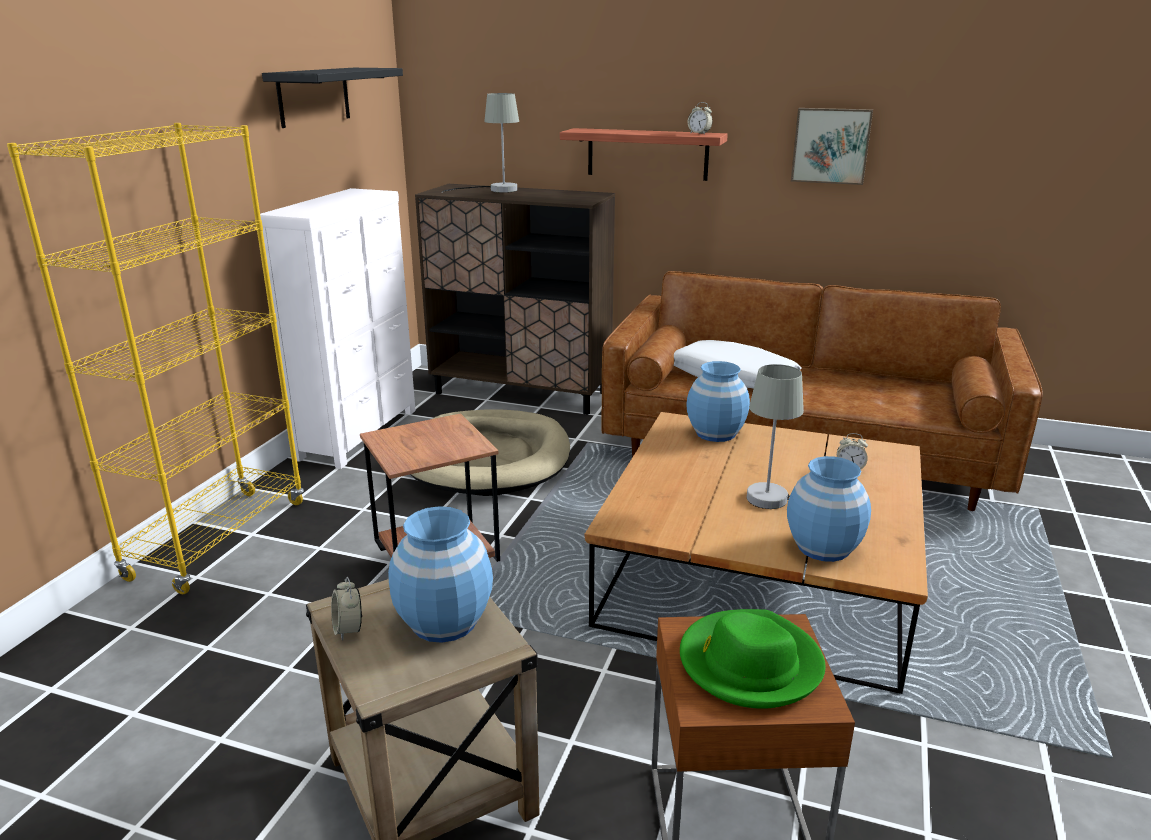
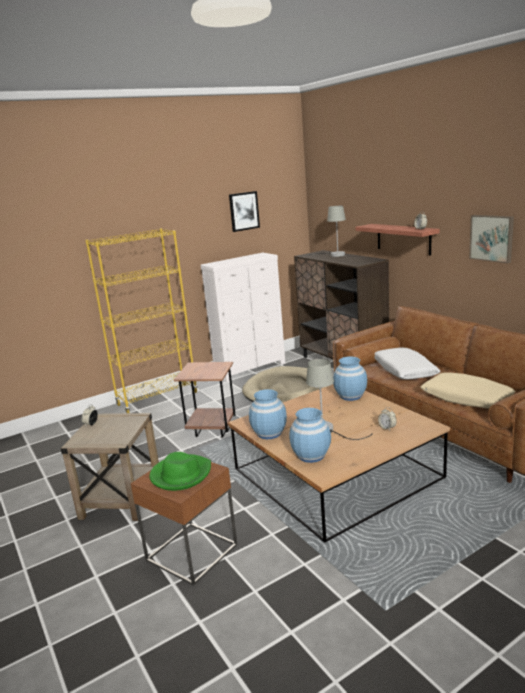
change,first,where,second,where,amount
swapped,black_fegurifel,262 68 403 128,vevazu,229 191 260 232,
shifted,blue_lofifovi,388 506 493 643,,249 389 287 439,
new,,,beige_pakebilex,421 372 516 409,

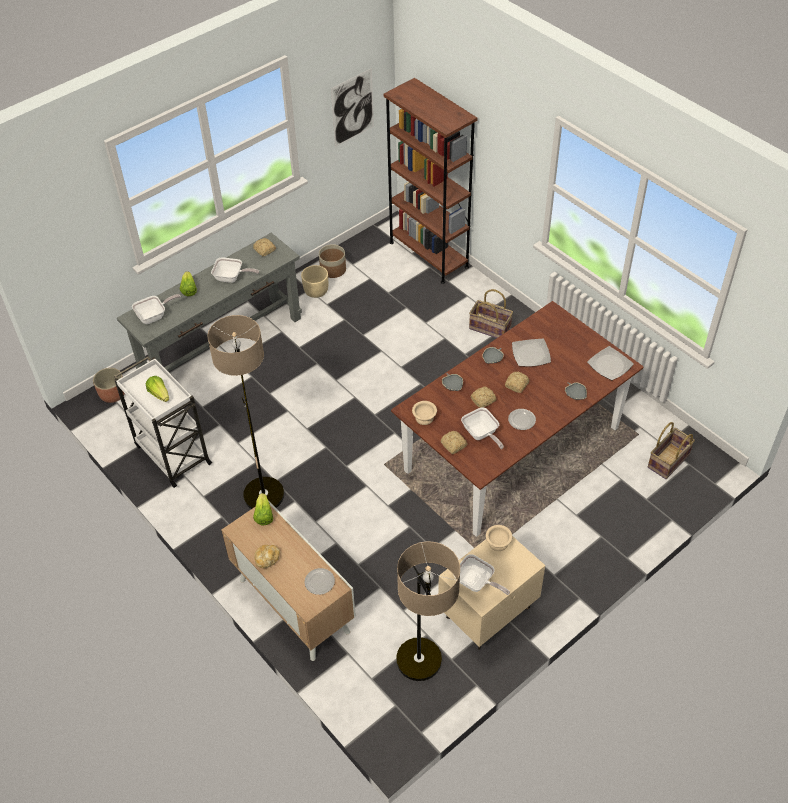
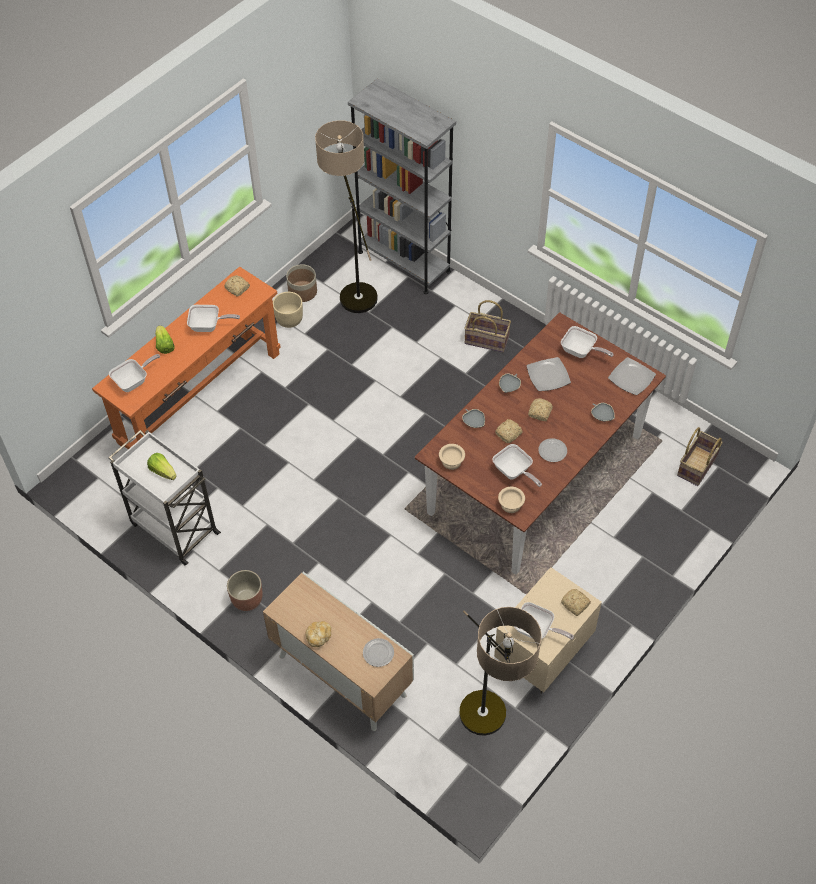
change,first,where,second,where,amount
repainted,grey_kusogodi,117 233 302 372,orange_kusogodi,92 267 281 449,
shifted,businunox,93 368 125 403,,227 570 262 611,
shifted,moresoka,207 315 284 509,,315 120 378 313,
repainted,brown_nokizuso,383 78 477 284,grey_nokizuso,348 78 456 294,
shifted,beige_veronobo,486 525 513 551,,498 487 525 513,
new,,,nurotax,561 326 614 358,
shifted,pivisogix,441 431 468 454,,561 589 591 616,
gone,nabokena,253 493 273 525,,,
gone,vevazu,331 68 374 147,,,

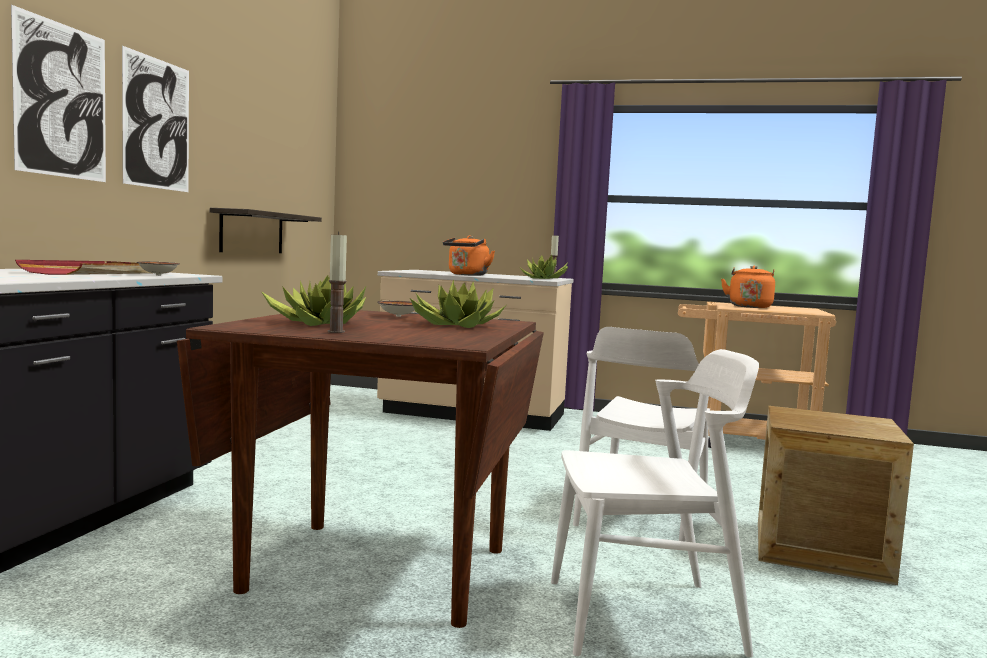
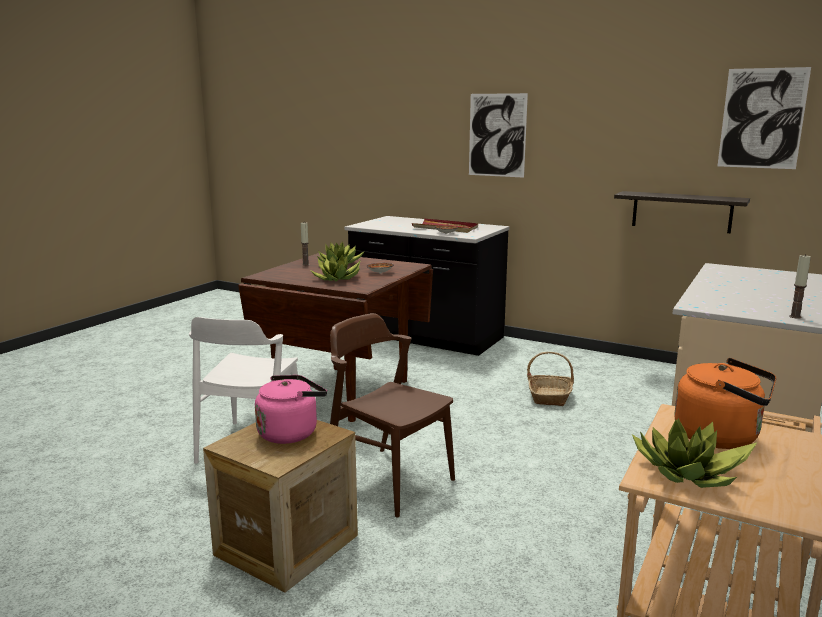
change,first,where,second,where,amount
new,,,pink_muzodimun,255 375 327 444,
repainted,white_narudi,573 327 710 542,brown_narudi,330 313 455 517,
new,,,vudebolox,527 352 574 406,
shifted,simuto,520 255 568 279,,632 418 757 488,
shifted,vevazu,122 45 189 192,,717 67 811 169,
gone,orange_muzodimun,443 235 495 276,,,

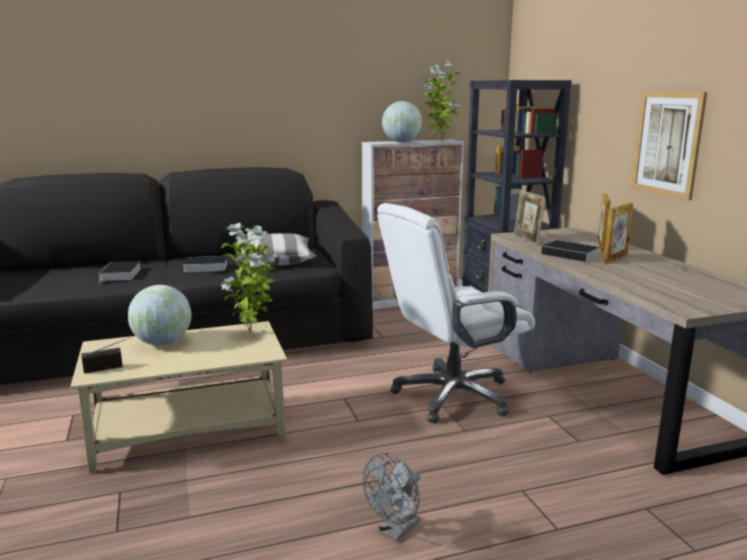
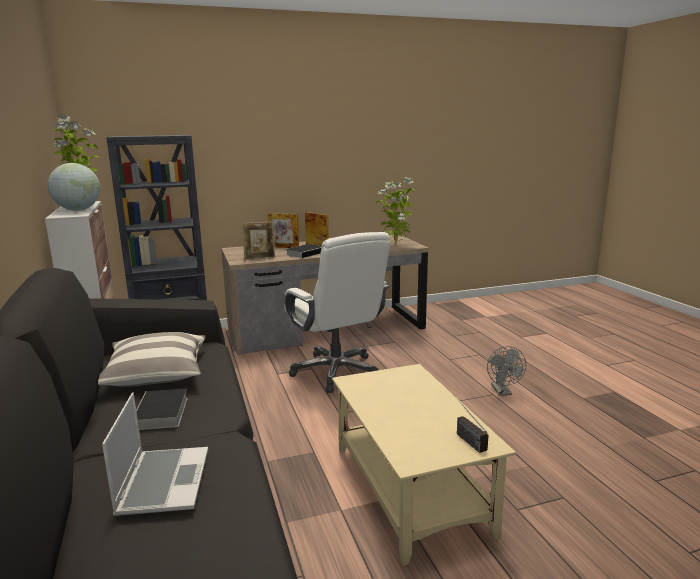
change,first,where,second,where,amount
swapped,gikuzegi,98 261 141 283,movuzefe,102 392 208 516,
shifted,simuto,221 223 278 333,,376 177 415 247,
rotated,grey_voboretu,363 453 420 542,,487 346 526 396,45 degrees clockwise
gone,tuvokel,128 285 191 346,,,
gone,vevazu,631 91 707 200,,,

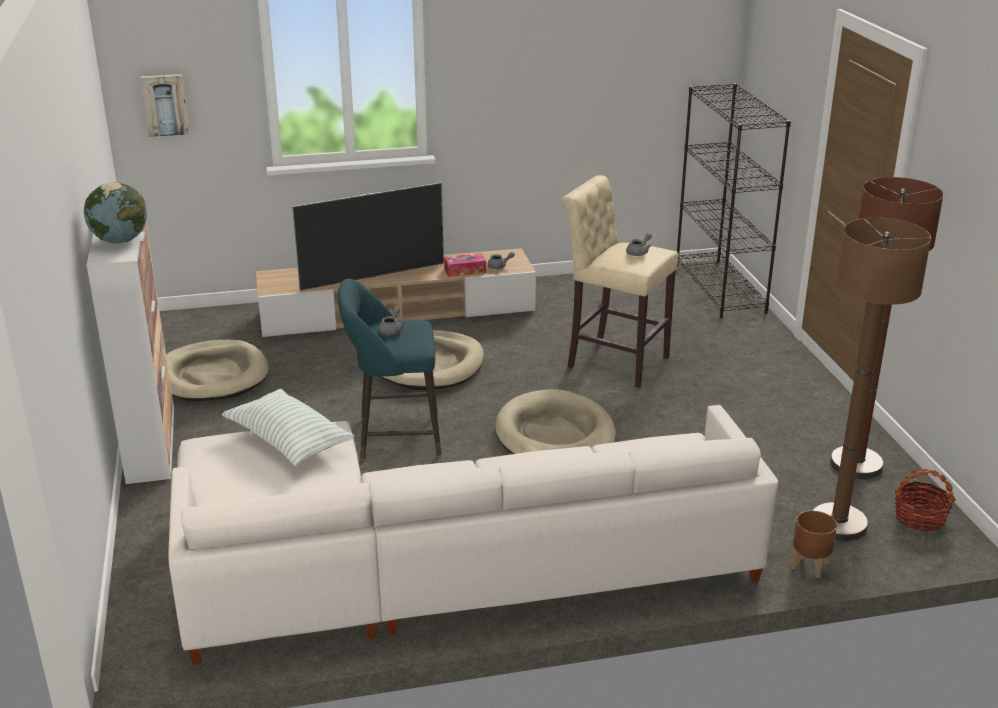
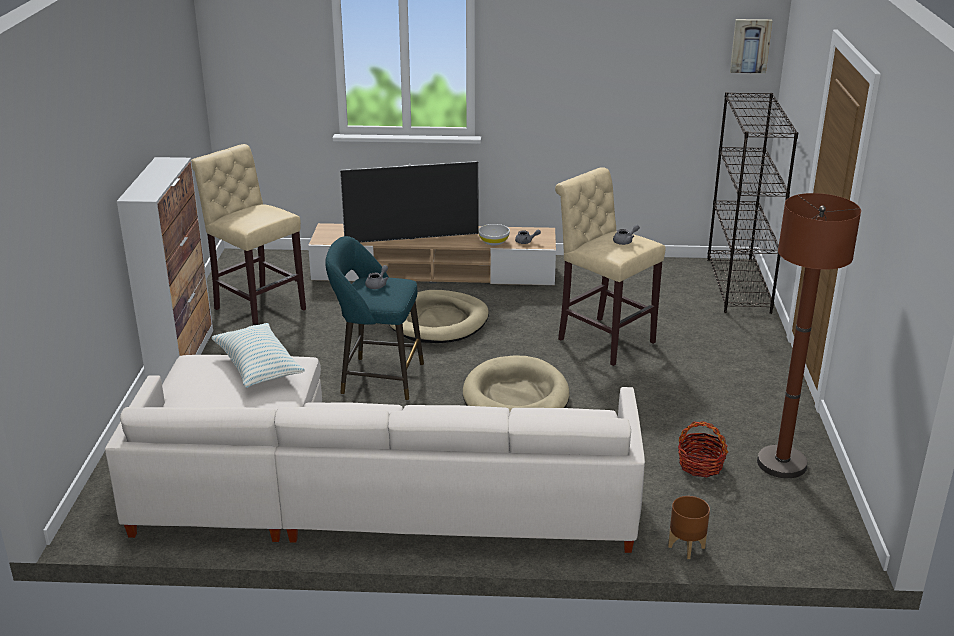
change,first,where,second,where,amount
swapped,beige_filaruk,166 340 269 401,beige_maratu,191 144 306 325,
swapped,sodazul,444 253 486 277,white_veronobo,478 224 510 246,
shifted,vudebolox,895 469 956 531,,678 421 728 477,
shifted,vevazu,140 74 190 137,,730 19 772 73,
gone,tuvokel,84 183 147 243,,,
gone,brown_moresoka,813 218 931 541,,,

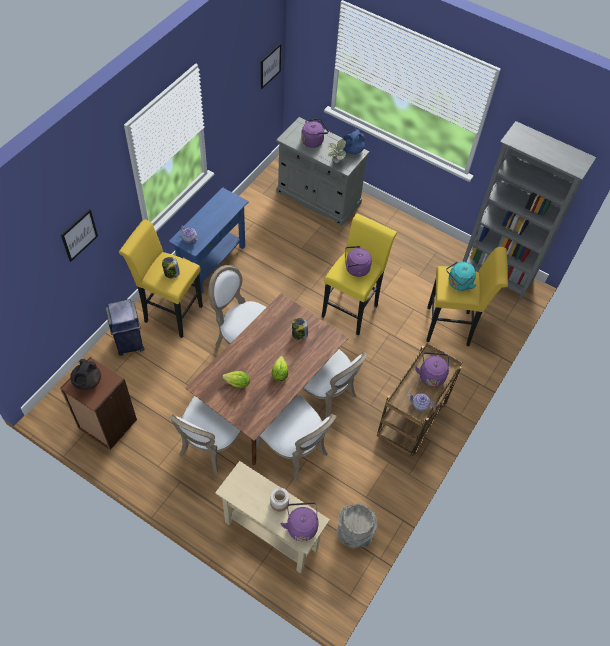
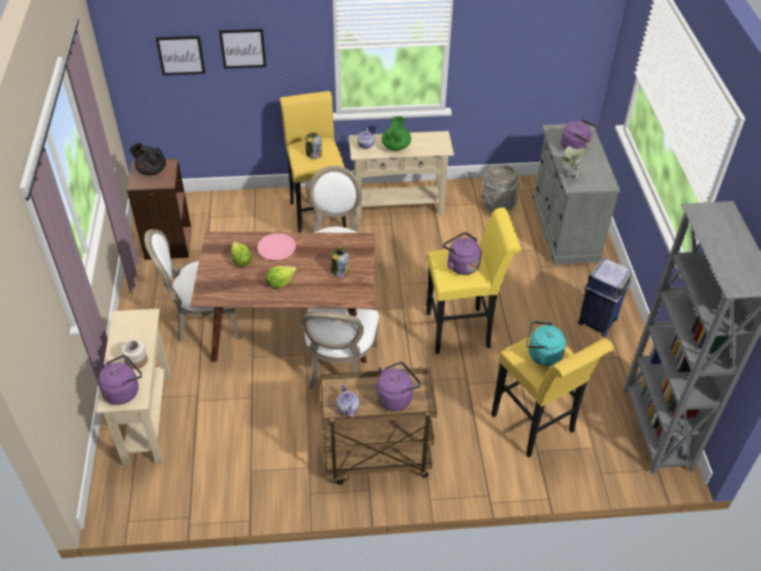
change,first,where,second,where,amount
rotated,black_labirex,70 359 101 390,,129 143 166 175,45 degrees clockwise
shifted,vevazu,261 43 281 89,,156 36 205 75,
new,,,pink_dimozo,257 233 296 260,
repainted,blue_kusogodi,169 187 249 294,beige_kusogodi,349 131 454 219,
new,,,green_labirex,382 116 411 151,
shifted,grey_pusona,337 503 378 549,,481 163 520 212,
shifted,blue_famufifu,105 299 144 356,,578 258 632 337,
gone,white_narudi,256 395 337 481,,,
gone,blue_labirex,343 129 365 154,,,

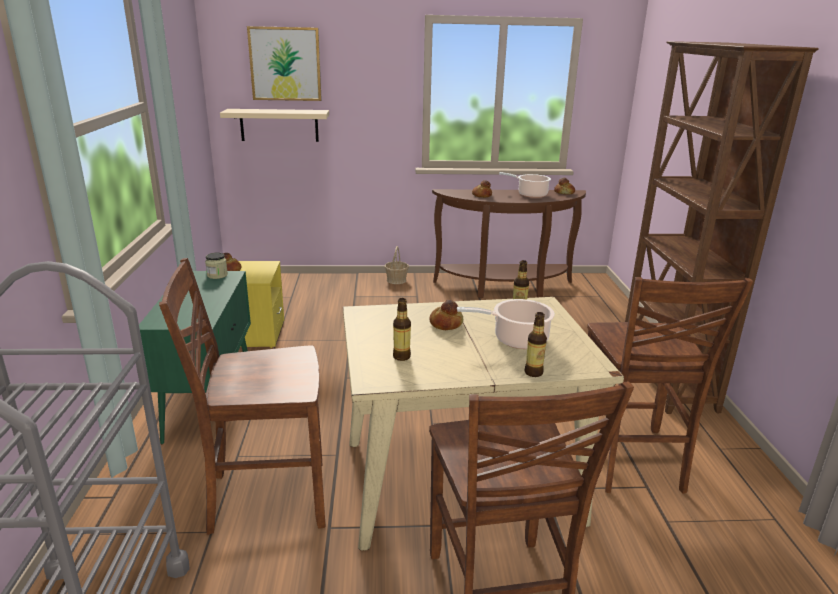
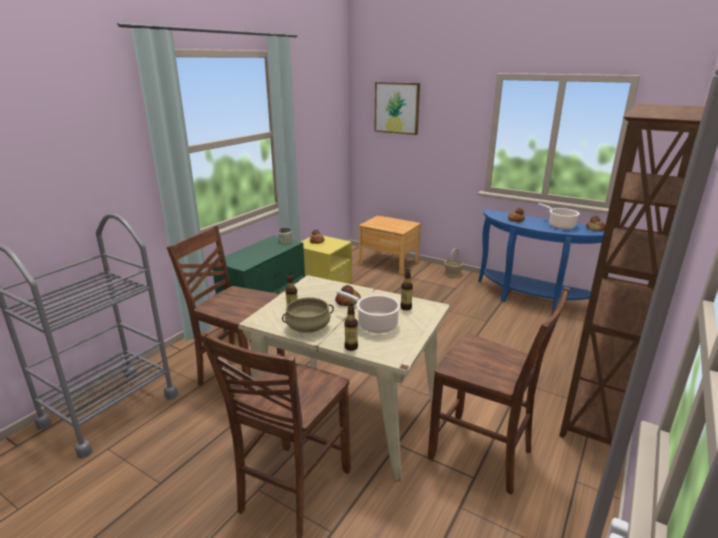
change,first,where,second,where,amount
new,,,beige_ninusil,282 297 334 333,
new,,,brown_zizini,359 215 421 275,
rotated,brown_narudi,587 277 753 494,,428 287 570 495,90 degrees counterclockwise
repainted,brown_kusogodi,432 189 586 298,blue_kusogodi,478 209 604 313,
gone,beige_fegurifel,220 109 329 142,,,

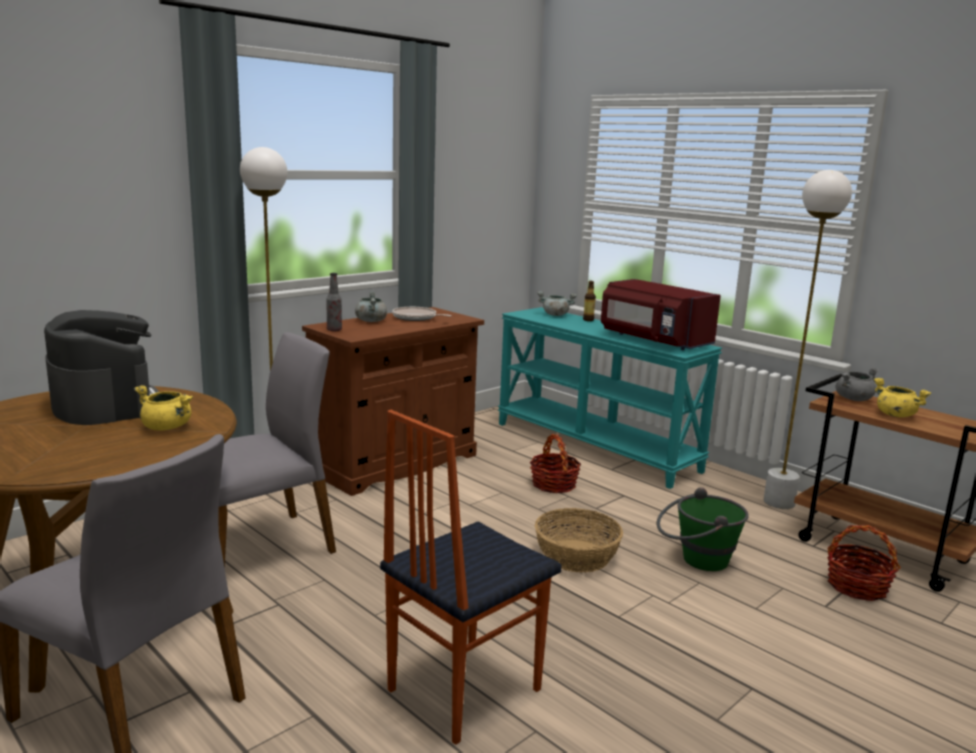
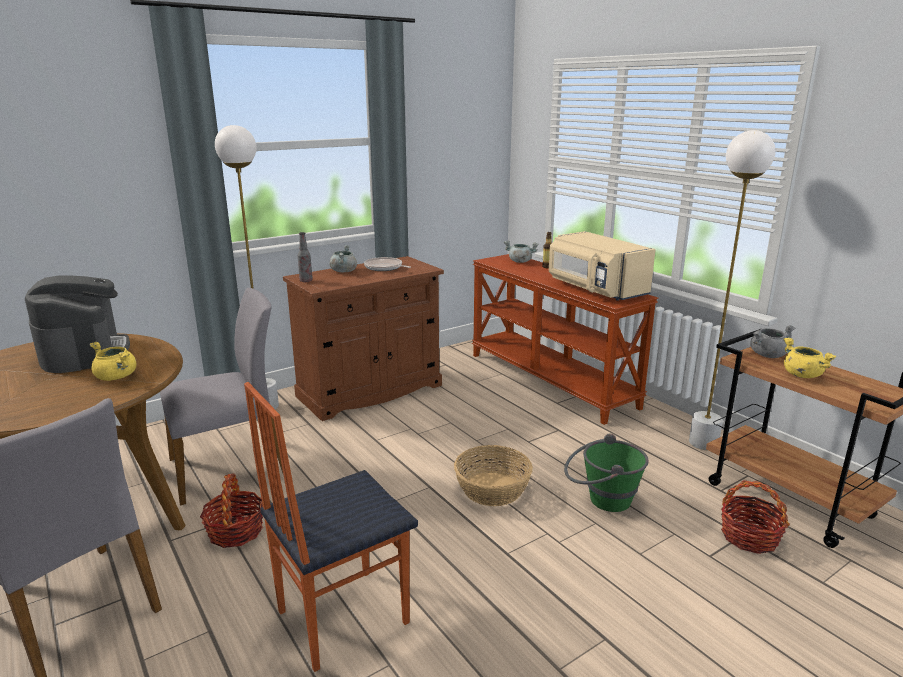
change,first,where,second,where,amount
shifted,vudebolox,530 434 581 493,,200 473 263 548,
repainted,turquoise_kusogodi,498 307 722 489,brown_kusogodi,472 254 658 425,
repainted,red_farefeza,601 279 721 350,beige_farefeza,549 231 656 301,

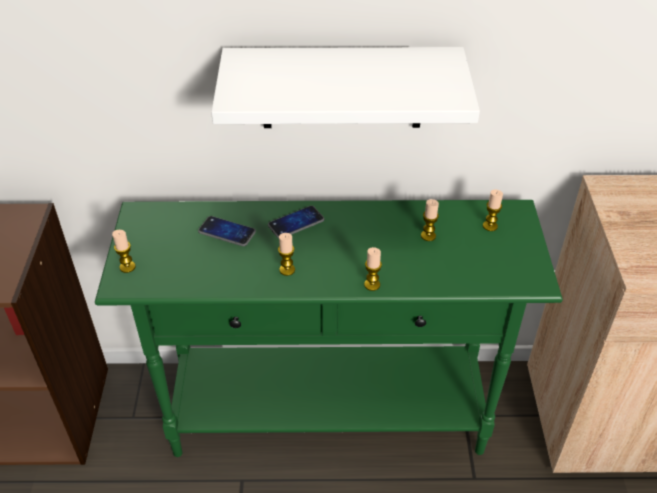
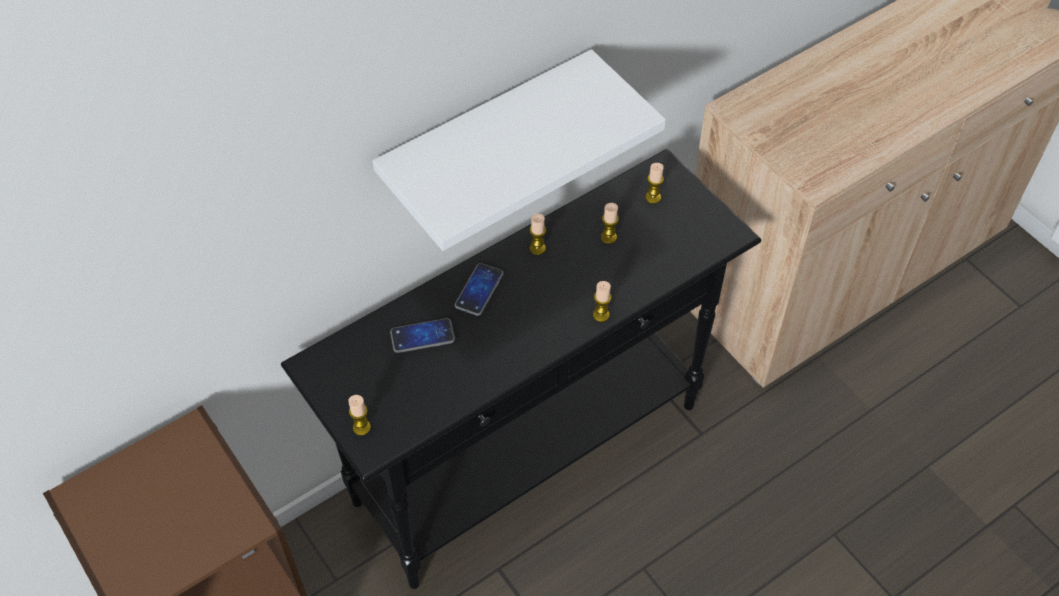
change,first,where,second,where,amount
repainted,green_kusogodi,95 200 563 457,black_kusogodi,281 149 761 589,
shifted,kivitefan,278 233 295 276,,529 214 546 255,

